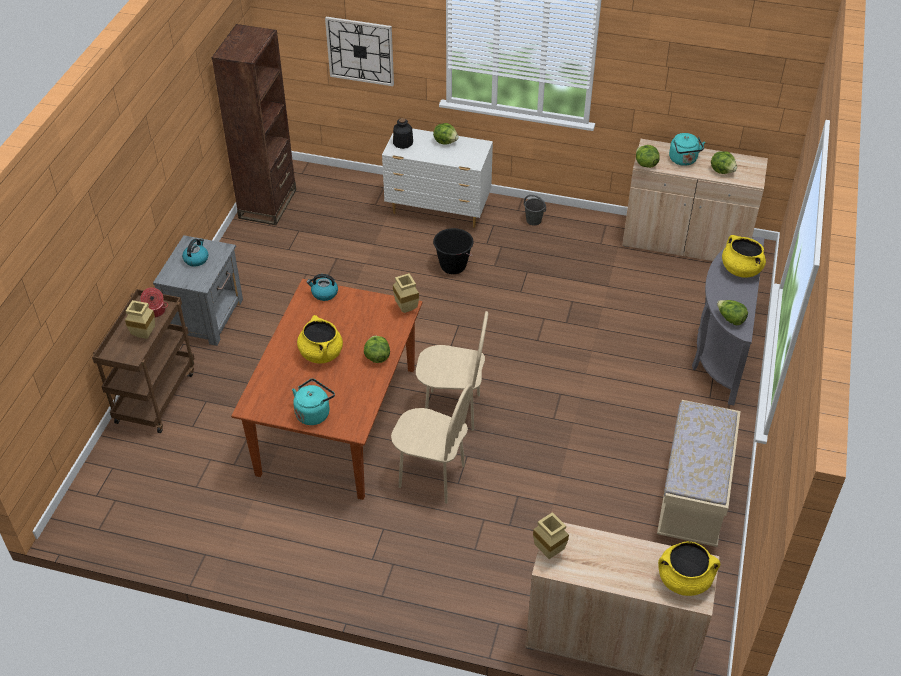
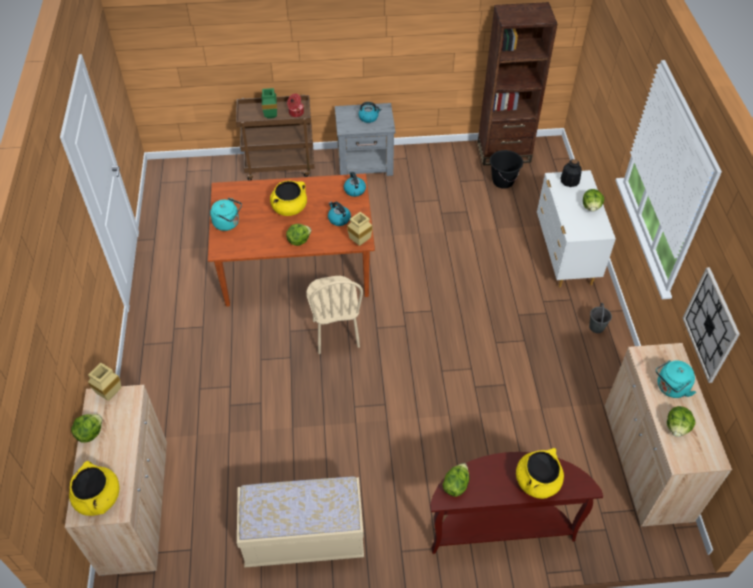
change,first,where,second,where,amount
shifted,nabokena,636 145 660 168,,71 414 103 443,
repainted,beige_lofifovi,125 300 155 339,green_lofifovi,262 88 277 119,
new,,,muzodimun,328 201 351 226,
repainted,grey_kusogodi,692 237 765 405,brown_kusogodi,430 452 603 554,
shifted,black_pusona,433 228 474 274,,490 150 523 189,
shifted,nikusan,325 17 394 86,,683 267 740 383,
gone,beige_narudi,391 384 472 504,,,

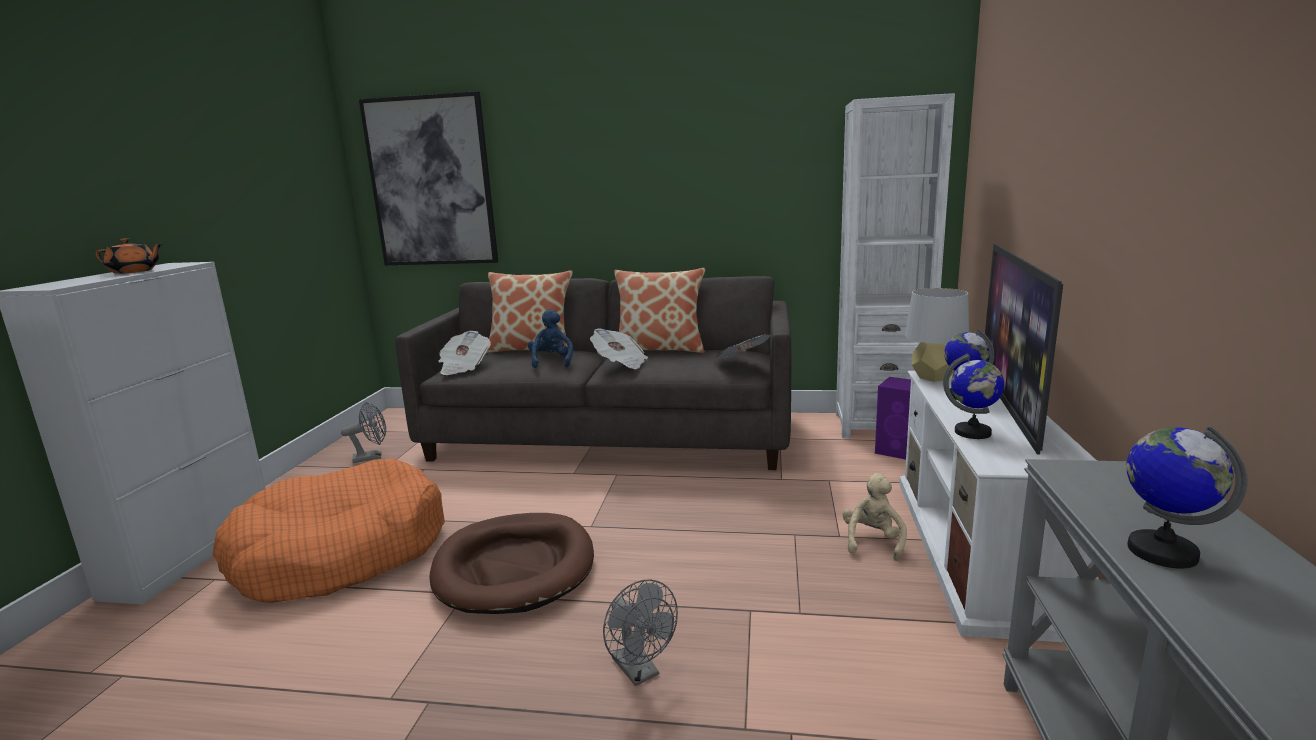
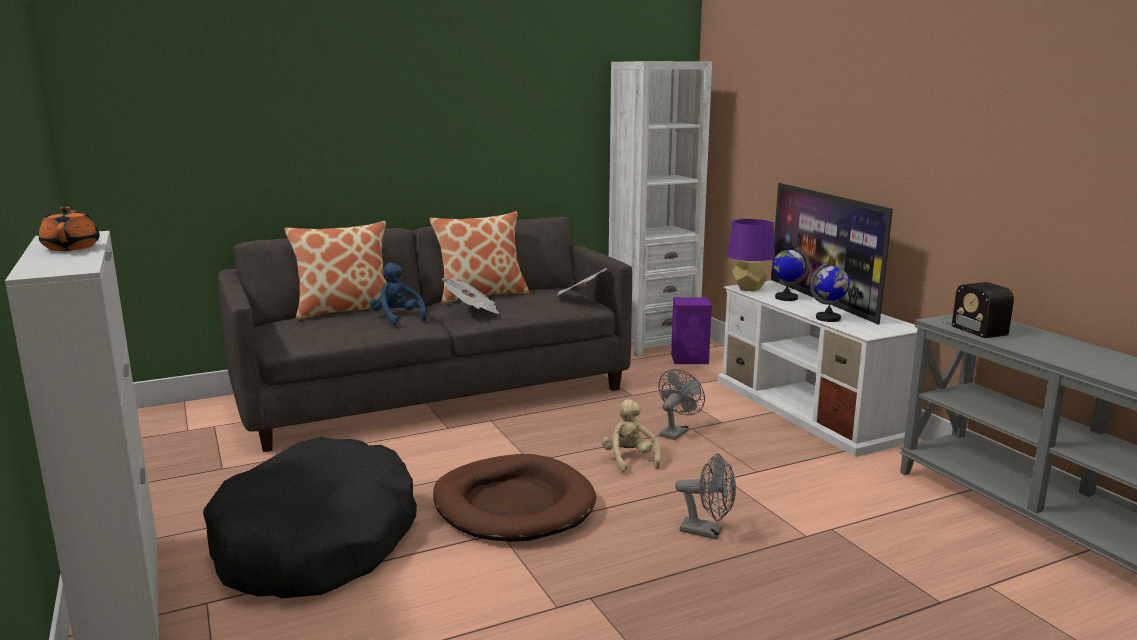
change,first,where,second,where,amount
rotated,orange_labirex,95 238 163 274,,39 206 100 251,75 degrees counterclockwise
repainted,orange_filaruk,213 459 445 603,black_filaruk,203 437 417 598,
shifted,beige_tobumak,843 473 907 561,,601 399 661 472,
shifted,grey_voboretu,341 402 386 463,,658 369 705 440,
repainted,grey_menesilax,905 288 969 382,purple_menesilax,727 218 775 291,
new,,,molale,936 282 1014 338,
gone,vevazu,359 91 498 265,,,
gone,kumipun,438 331 491 375,,,
gone,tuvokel,1127 426 1248 569,,,

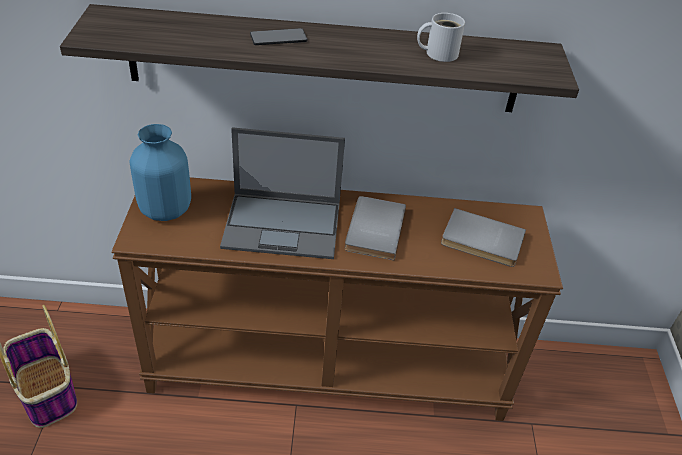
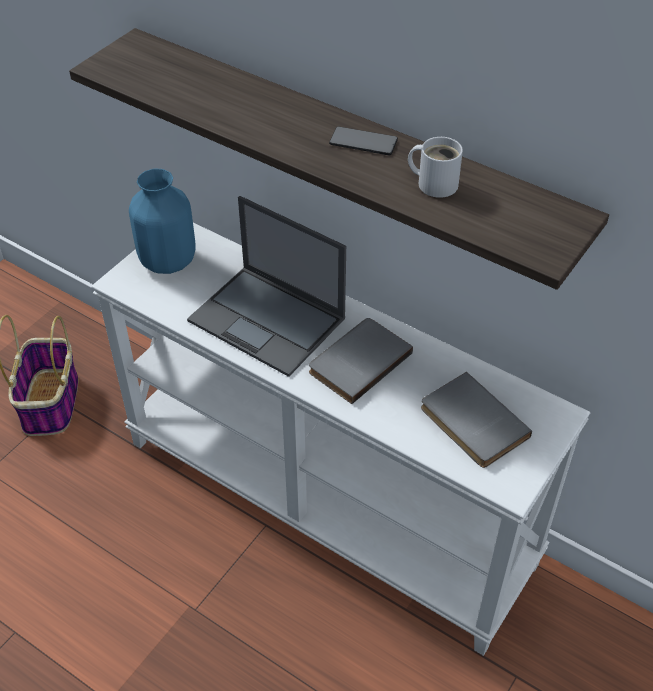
change,first,where,second,where,amount
repainted,brown_kusogodi,111 177 563 421,white_kusogodi,91 223 591 656,
shifted,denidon,250 28 308 45,,329 126 398 156,

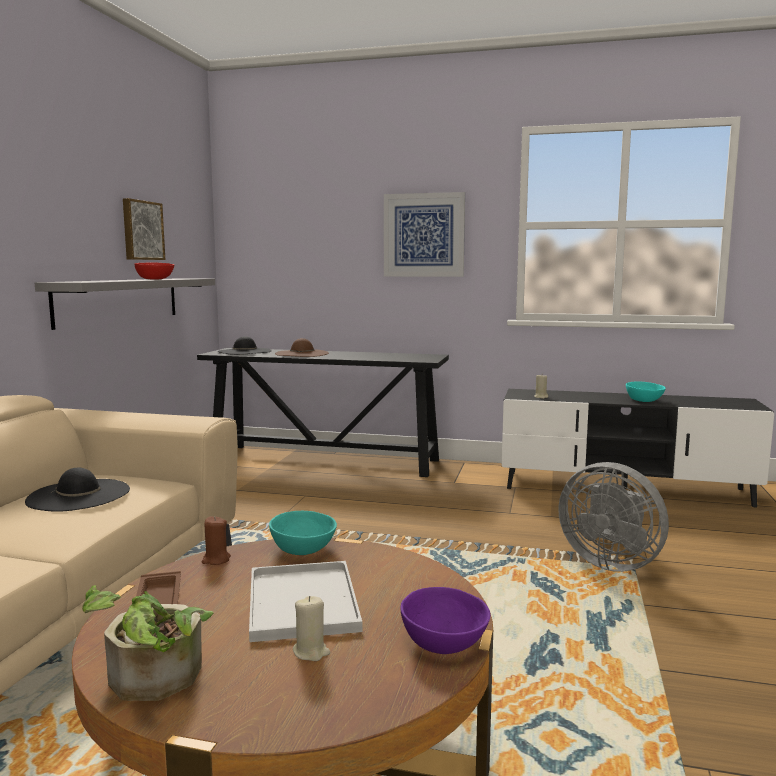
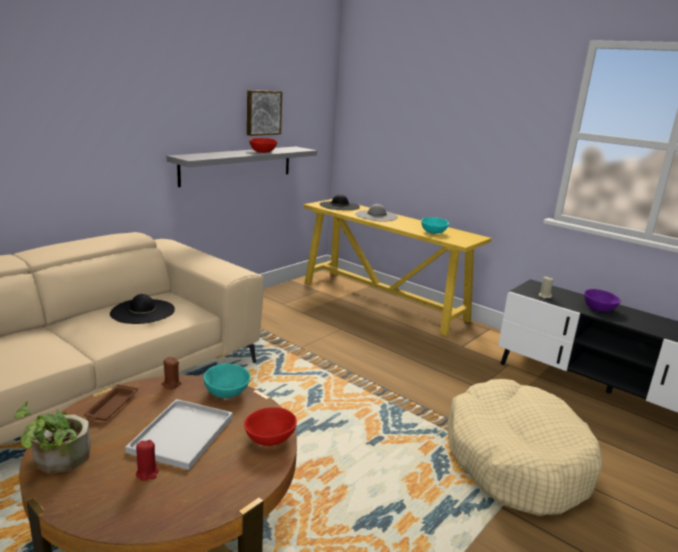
change,first,where,second,where,amount
repainted,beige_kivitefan,293 596 330 661,red_kivitefan,136 440 159 481,
new,,,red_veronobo,244 407 297 446,
repainted,black_kusogodi,197 348 449 477,yellow_kusogodi,303 199 492 336,
repainted,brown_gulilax,275 338 329 357,grey_gulilax,356 204 398 222,
shifted,turquoise_veronobo,626 381 666 402,,421 217 449 234,
swapped,grey_voboretu,558 462 669 572,beige_filaruk,447 379 602 516,
shifted,purple_veronobo,401 587 490 654,,584 289 621 312,
gone,vevazu,384 192 465 277,,,

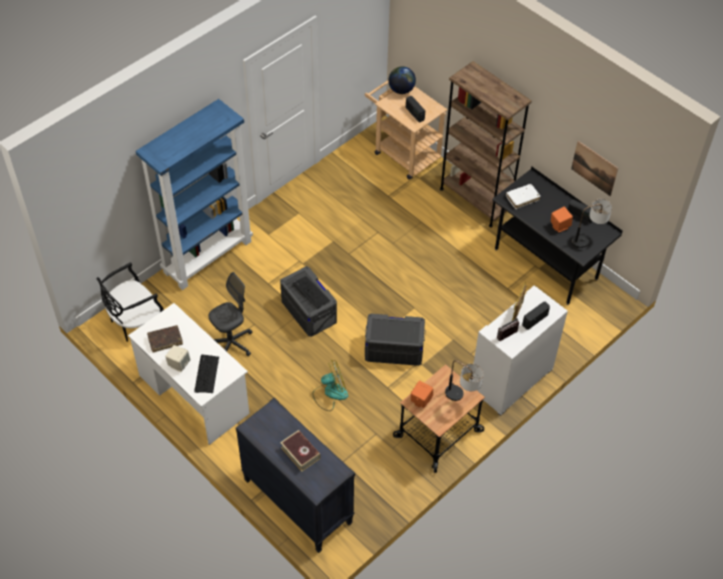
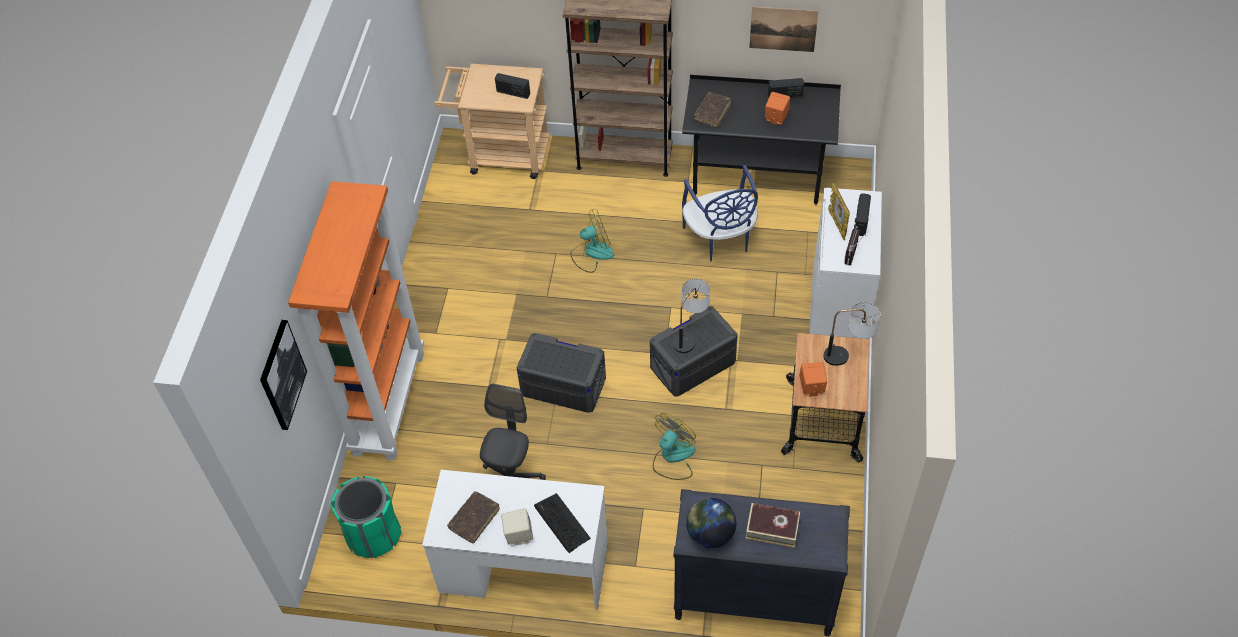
change,first,where,second,where,amount
new,,,vevazu,260 320 307 430,
repainted,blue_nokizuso,136 99 253 290,orange_nokizuso,288 181 424 460,
swapped,black_narudi,97 262 164 342,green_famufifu,331 476 401 558,
new,,,voboretu,570 209 614 273,
shifted,menesilax,572 199 612 248,,673 279 710 353,
new,,,blue_narudi,682 165 758 261,
shifted,tuvokel,388 66 416 94,,686 498 736 548,
repainted,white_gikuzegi,506 184 541 209,brown_gikuzegi,693 92 731 127,
gone,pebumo,292 276 330 309,,,

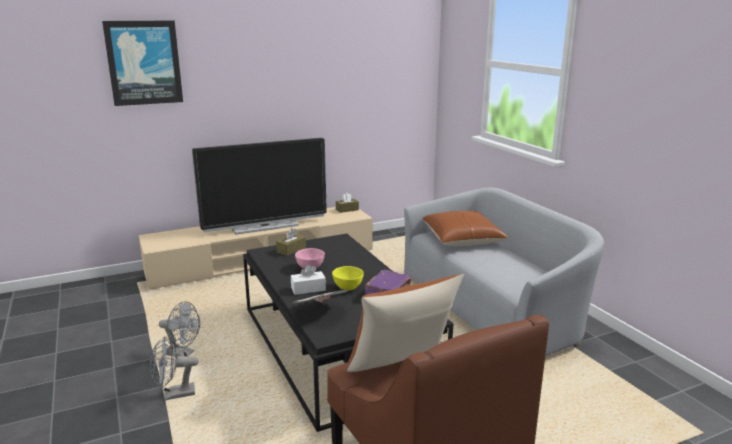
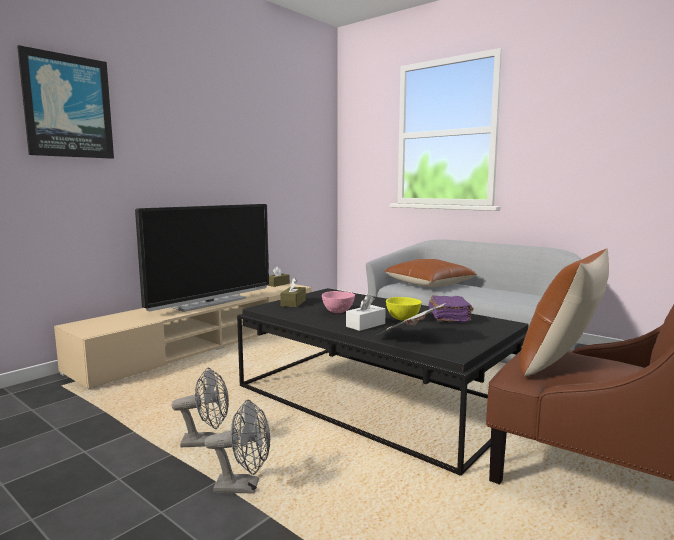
change,first,where,second,where,amount
rotated,grey_voboretu,150 336 199 400,,204 400 270 494,135 degrees counterclockwise

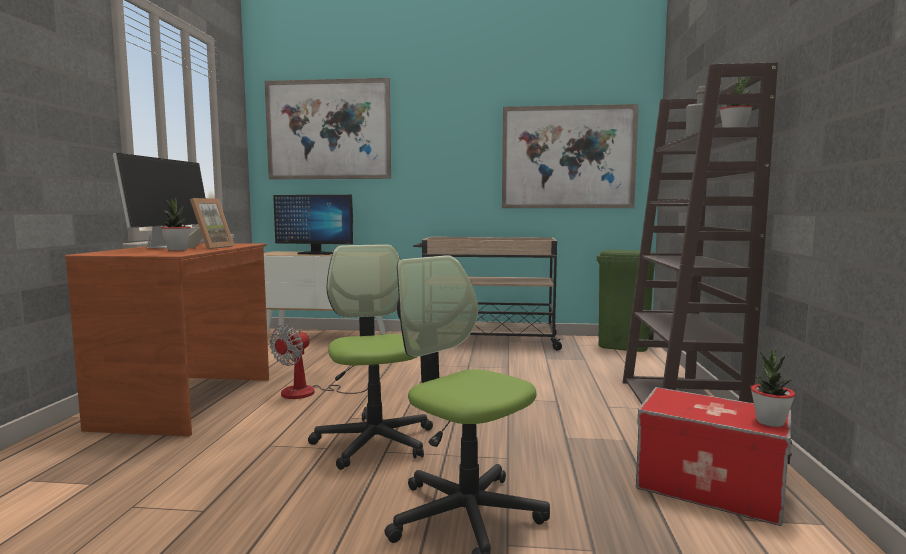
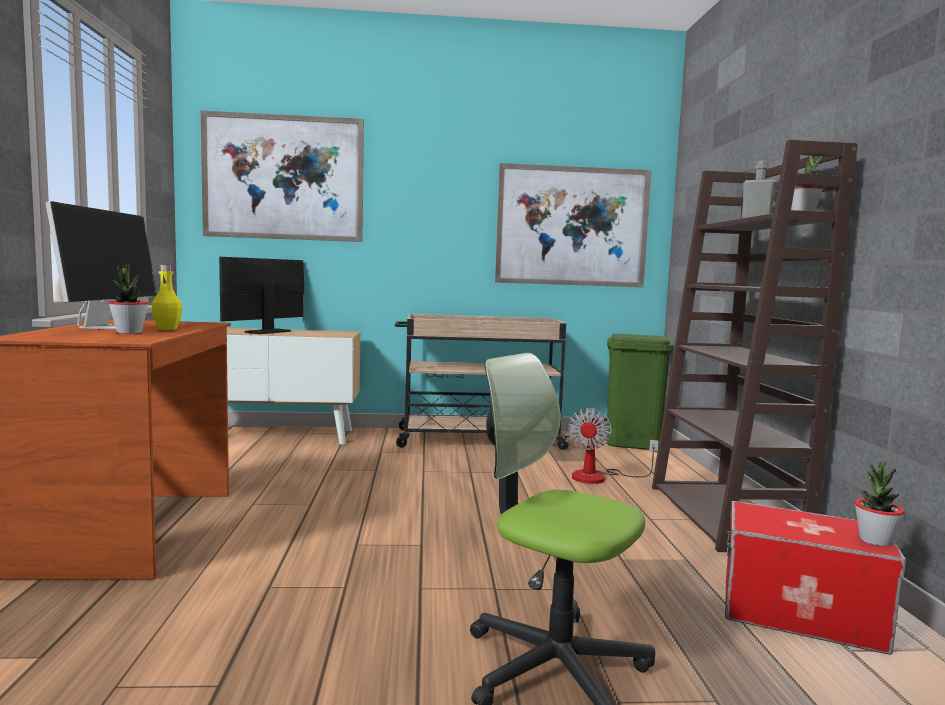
change,first,where,second,where,amount
swapped,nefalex,187 198 235 249,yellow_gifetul,151 265 183 330,
rotated,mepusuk,273 195 353 255,,219 257 304 334,120 degrees clockwise
shifted,voboretu,270 325 368 399,,568 408 659 484,
gone,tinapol,308 244 433 470,,,

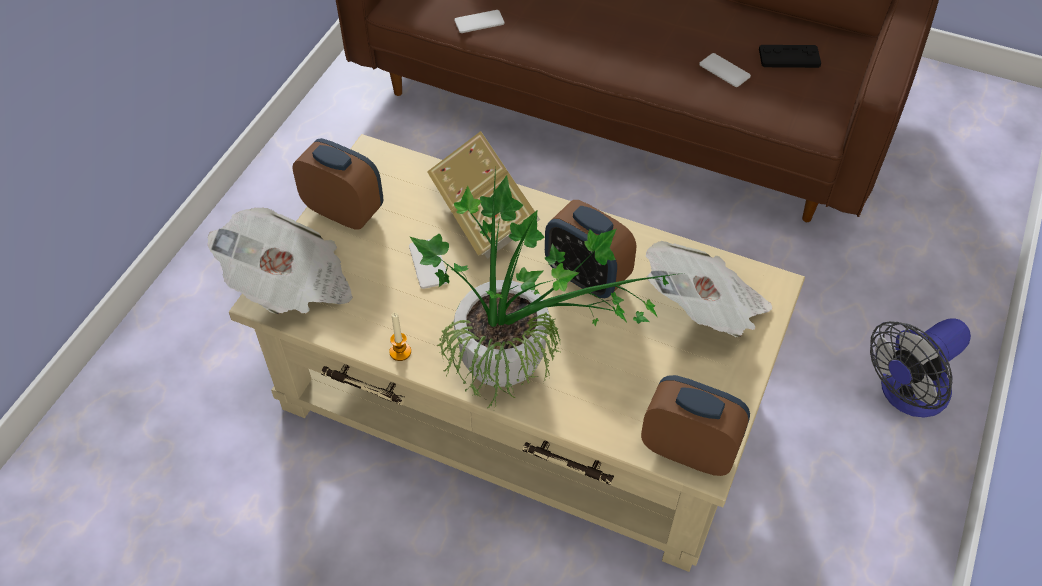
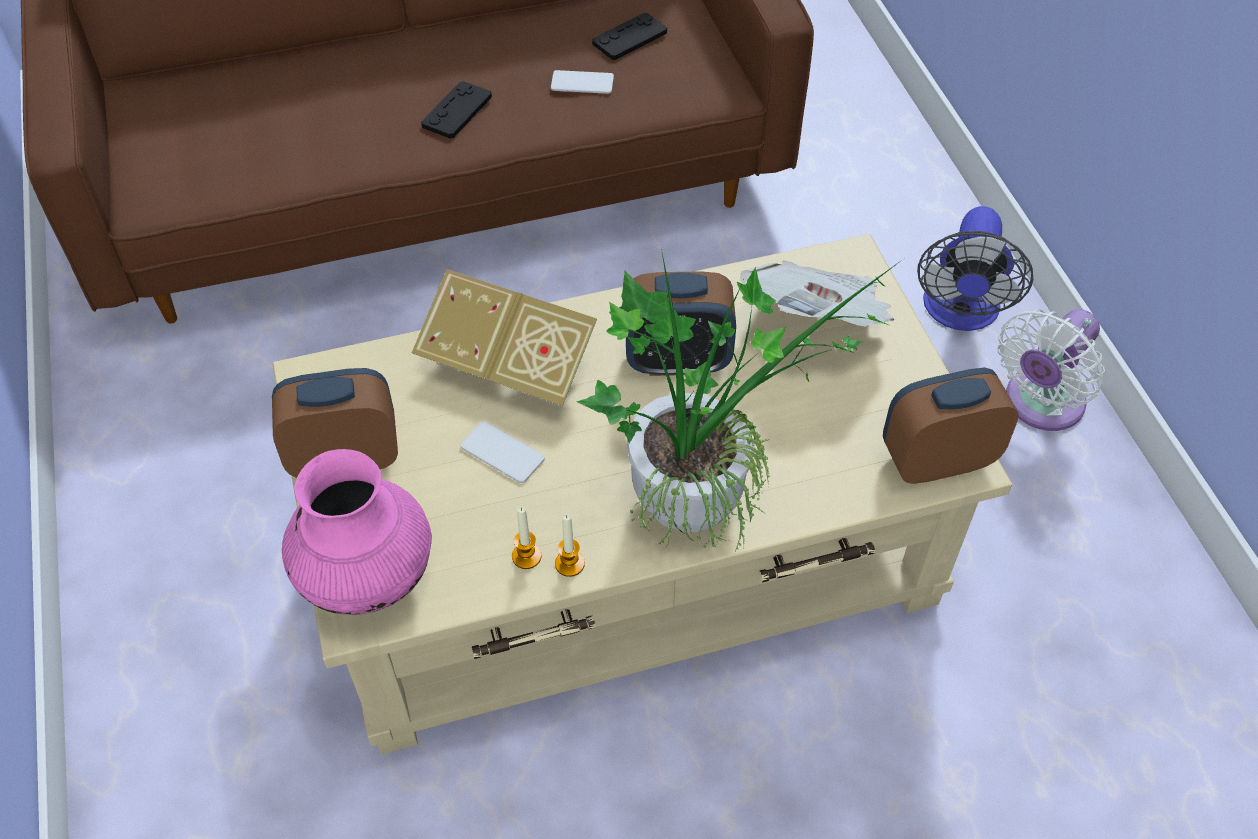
change,first,where,second,where,amount
swapped,kumipun,207 207 353 314,pink_lofifovi,282 449 432 615,
new,,,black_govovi,421 81 492 139,
new,,,kivitefan,512 507 541 569,
new,,,white_voboretu,997 309 1105 431,
gone,denidon,454 10 505 33,,,

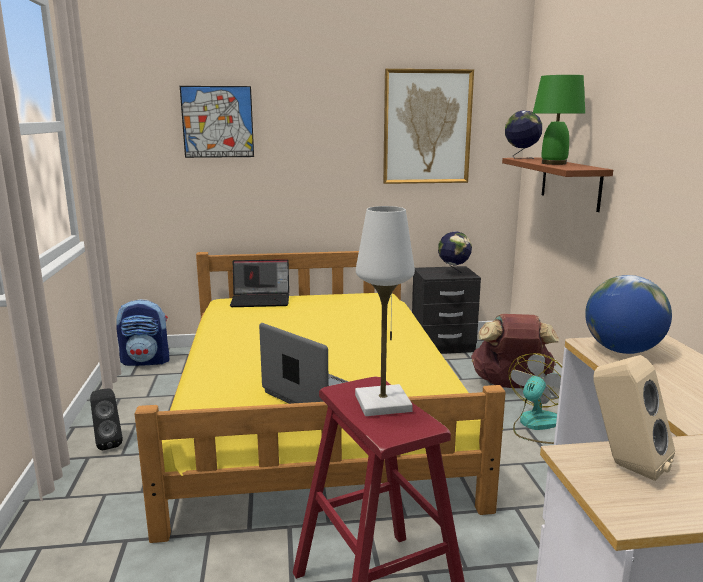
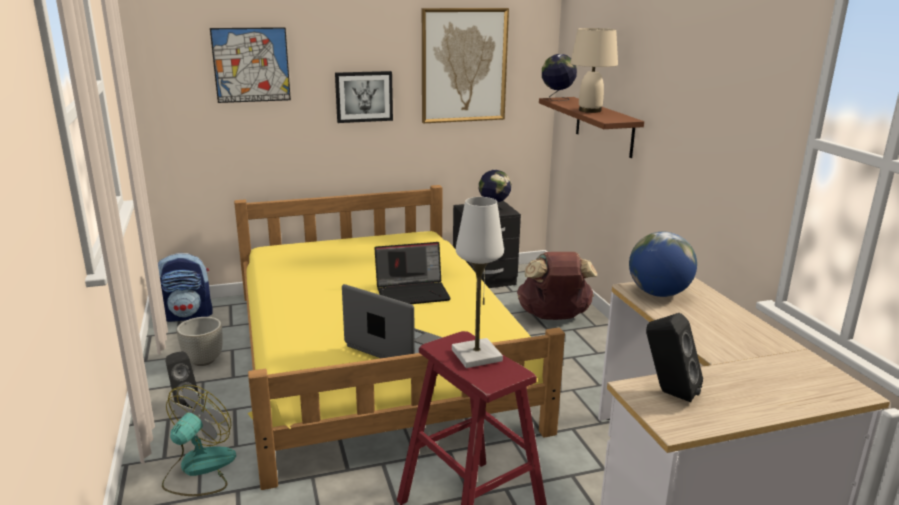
change,first,where,second,where,amount
shifted,voboretu,509 353 562 444,,162 385 236 496,
new,,,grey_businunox,177 317 223 366,
new,,,vevazu,335 71 393 123,
shifted,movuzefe,230 259 289 307,,374 242 451 304,
repainted,green_menesilax,533 75 585 165,beige_menesilax,570 28 618 113,
repainted,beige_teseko,593 355 675 481,black_teseko,646 313 703 402,

